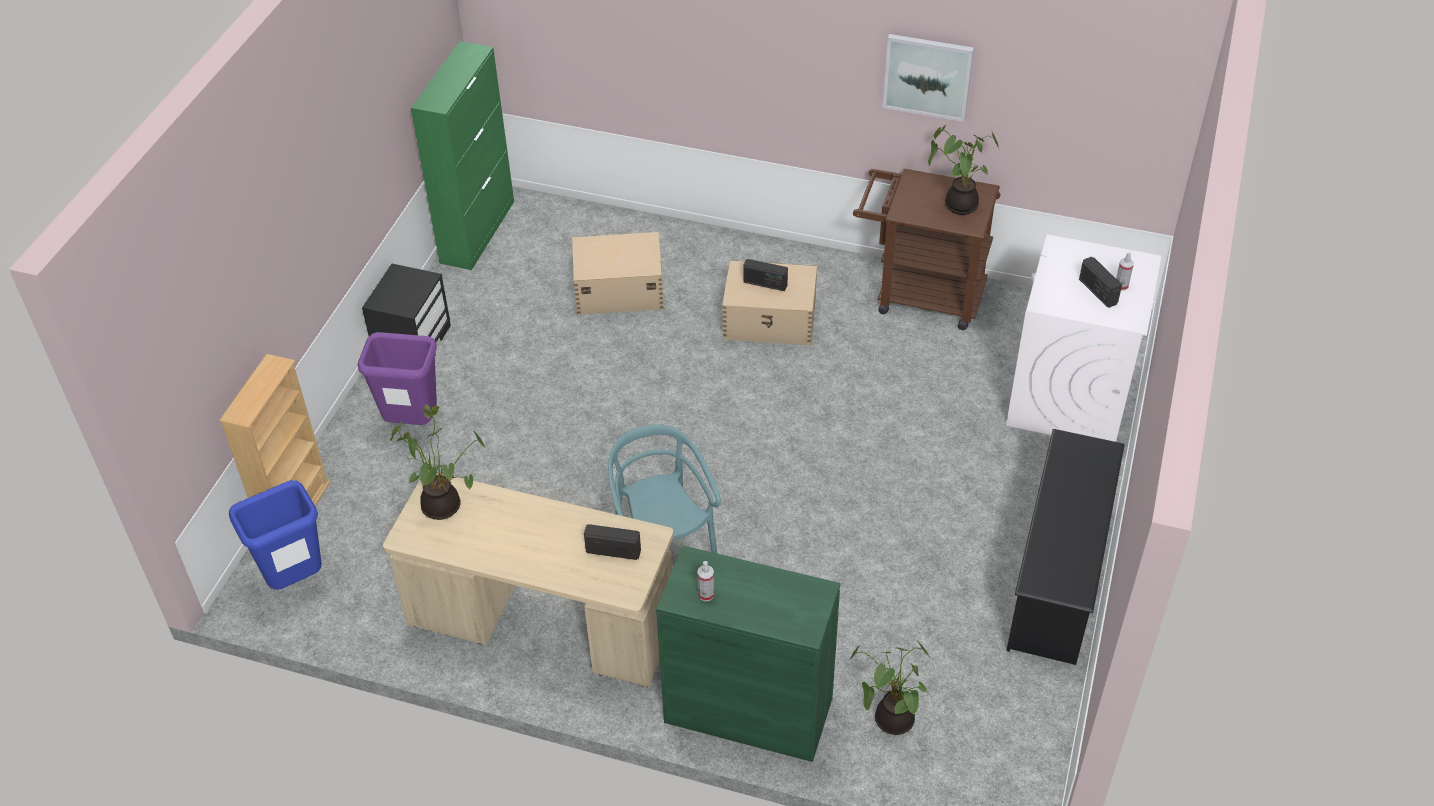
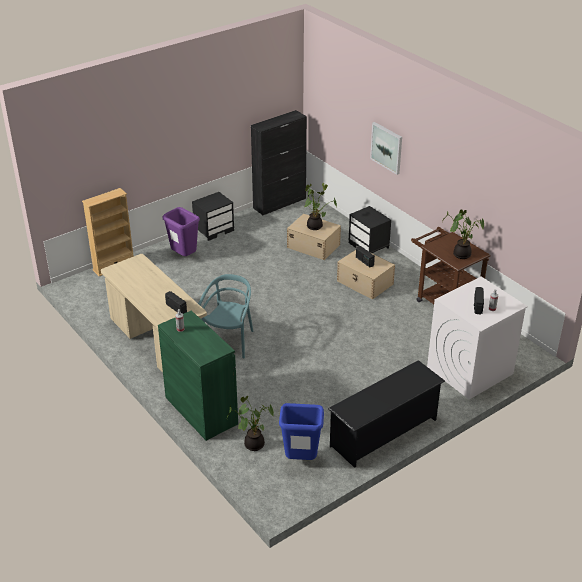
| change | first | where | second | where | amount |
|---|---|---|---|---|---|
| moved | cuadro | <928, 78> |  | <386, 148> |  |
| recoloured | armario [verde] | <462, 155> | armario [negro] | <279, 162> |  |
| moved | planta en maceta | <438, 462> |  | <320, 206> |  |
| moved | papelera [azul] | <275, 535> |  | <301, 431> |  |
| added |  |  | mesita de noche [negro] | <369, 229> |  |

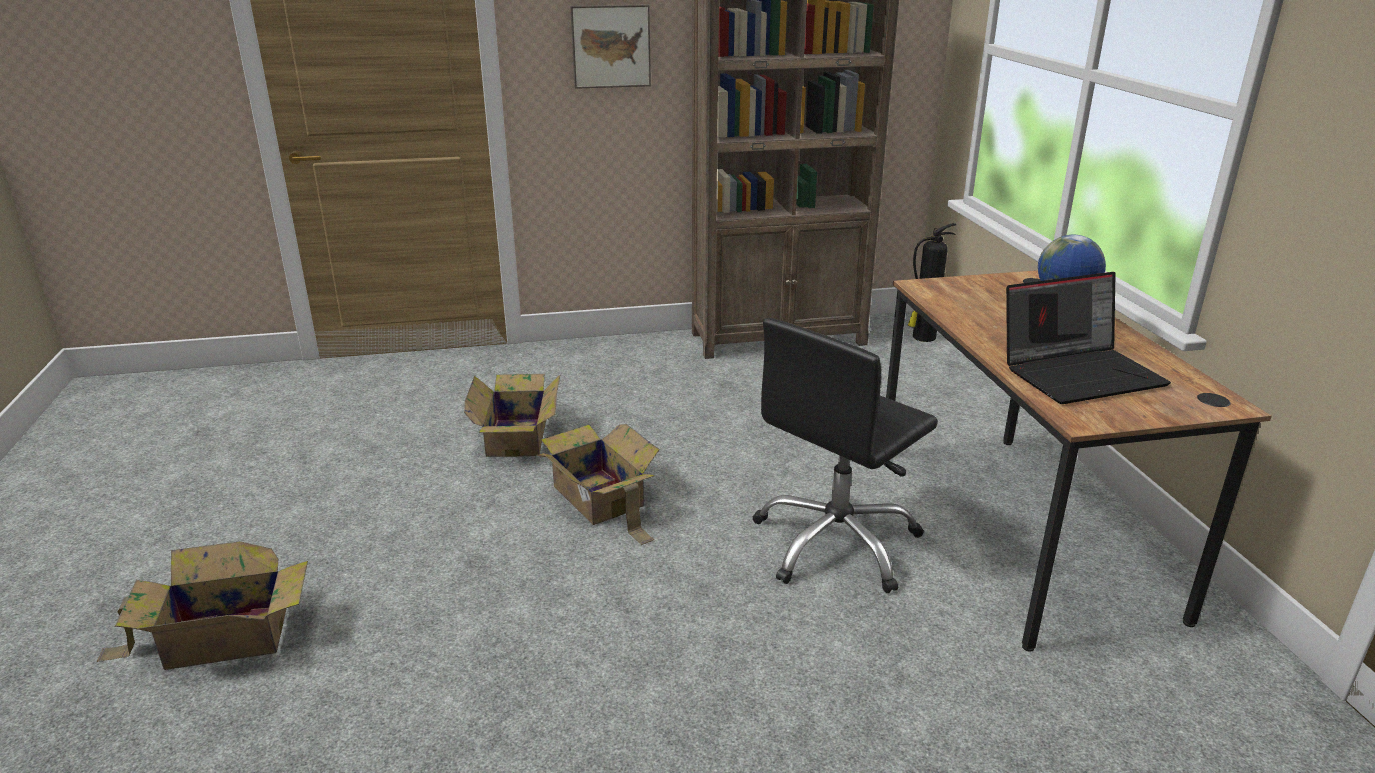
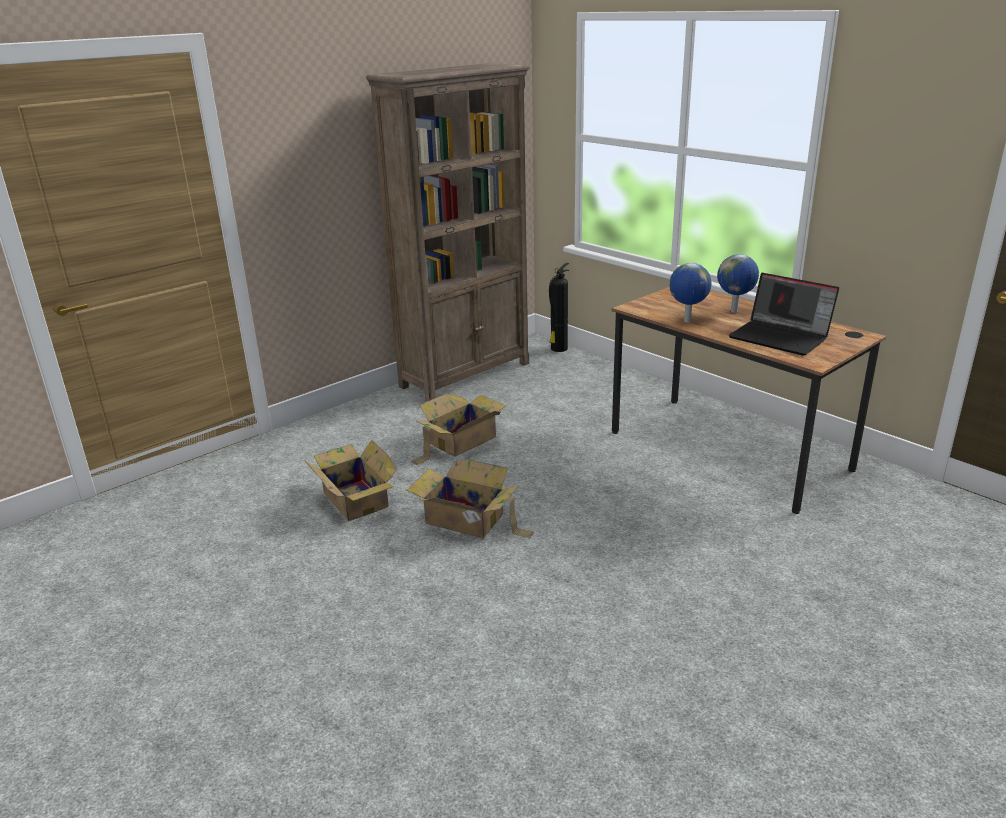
| change | first | where | second | where | amount |
|---|---|---|---|---|---|
| removed | cuadro | <610, 46> |  |  |  |
| turned | portátil | <1088, 338> |  | <783, 314> | 90 degrees clockwise |
| removed | silla de oficina [negro] | <845, 455> |  |  |  |
| moved | caja de cartón | <202, 605> |  | <458, 429> |  |
| added |  |  | globo terráqueo | <690, 293> |  |

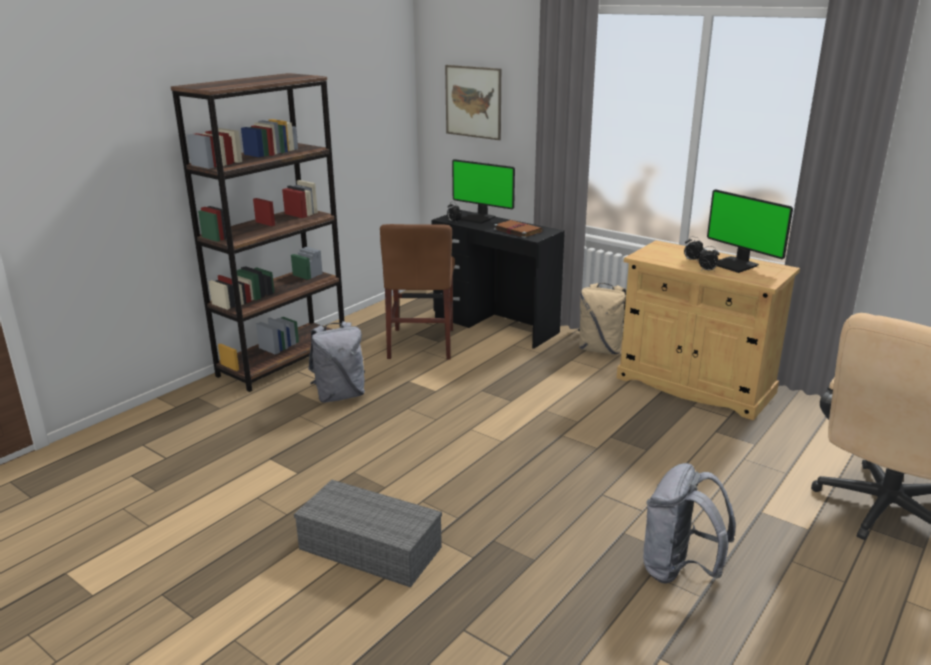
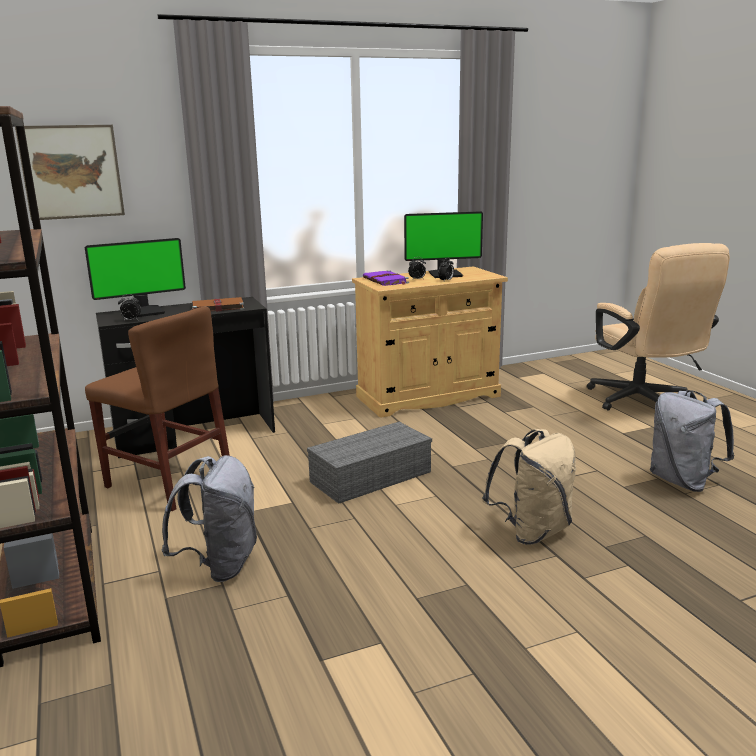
| change | first | where | second | where | amount |
|---|---|---|---|---|---|
| moved | mochila [beis] | <602, 318> |  | <529, 487> |  |
| moved | caja de almacenaje [gris] | <368, 534> |  | <369, 463> |  |
| added |  |  | libro [morado] | <386, 278> |  |

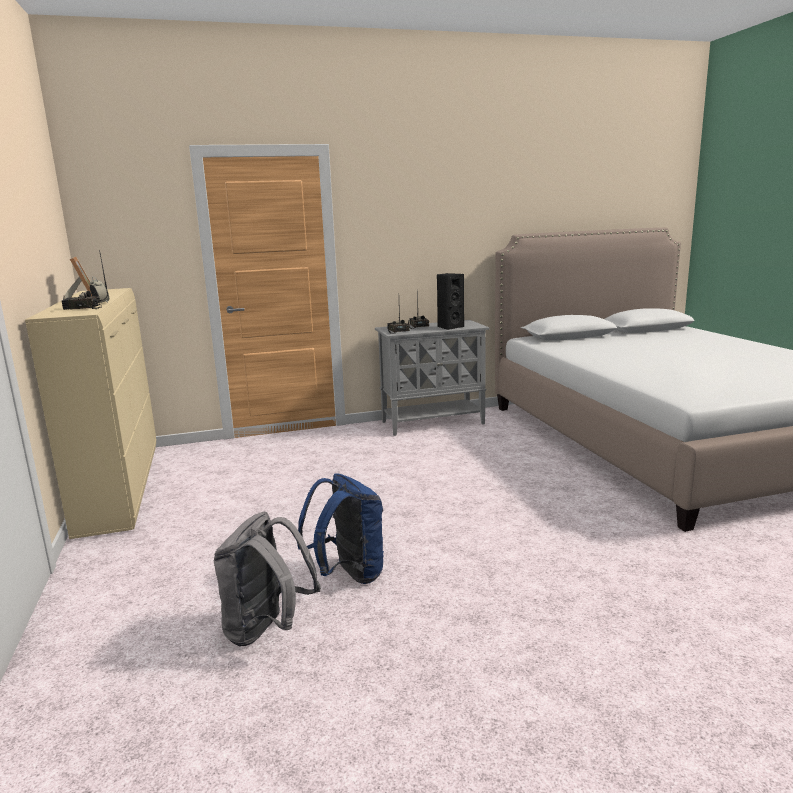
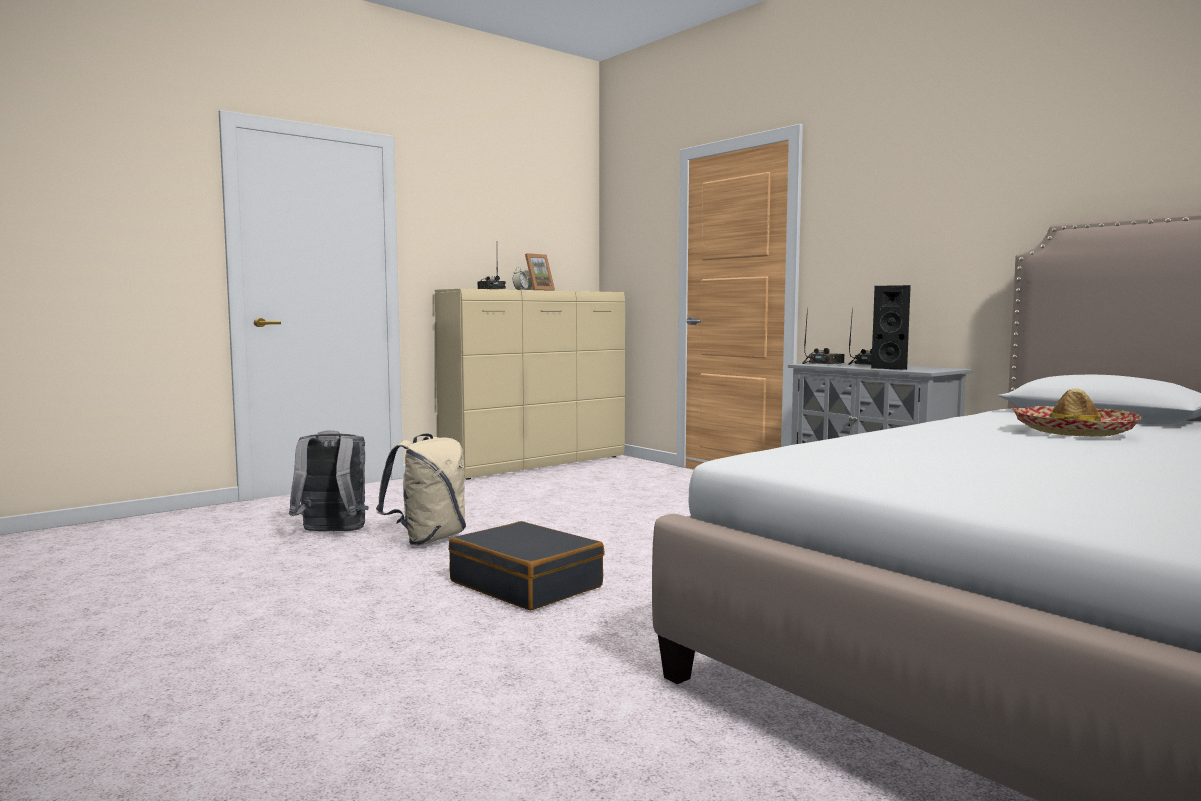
| change | first | where | second | where | amount |
|---|---|---|---|---|---|
| recoloured | mochila [azul] | <340, 528> | mochila [beis] | <421, 489> |  |
| added |  |  | sombrero | <1076, 413> |  |
| added |  |  | maleta [negro] | <527, 565> |  |

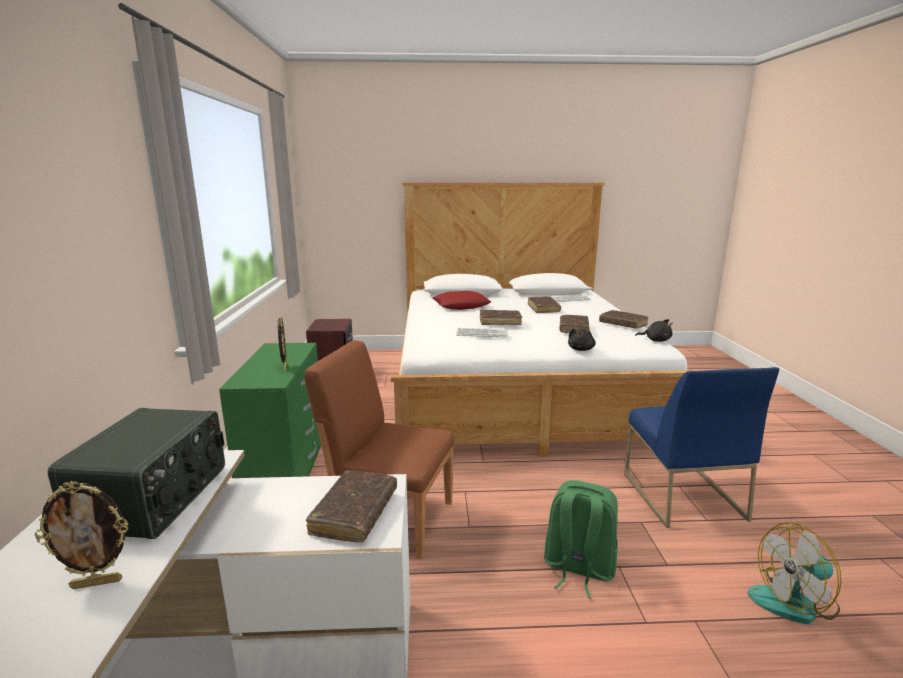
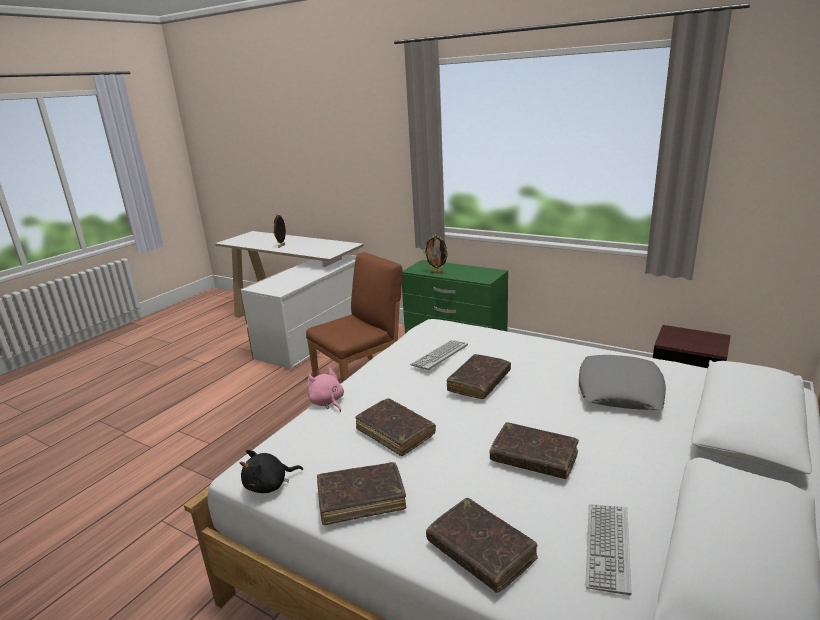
| change | first | where | second | where | amount |
|---|---|---|---|---|---|
| recoloured | cojín [rojo] | <462, 300> | cojín [gris] | <622, 382> |  |
| recoloured | peluche [negro] | <582, 339> | peluche [rosa] | <325, 389> |  |
| removed | silla [azul] | <702, 447> |  |  |  |
| removed | radio | <136, 473> |  |  |  |
| moved | libro [marrón] | <351, 506> |  | <482, 545> |  |
| removed | mochila [verde] | <581, 539> |  |  |  |
| removed | ventilador | <795, 573> |  |  |  |

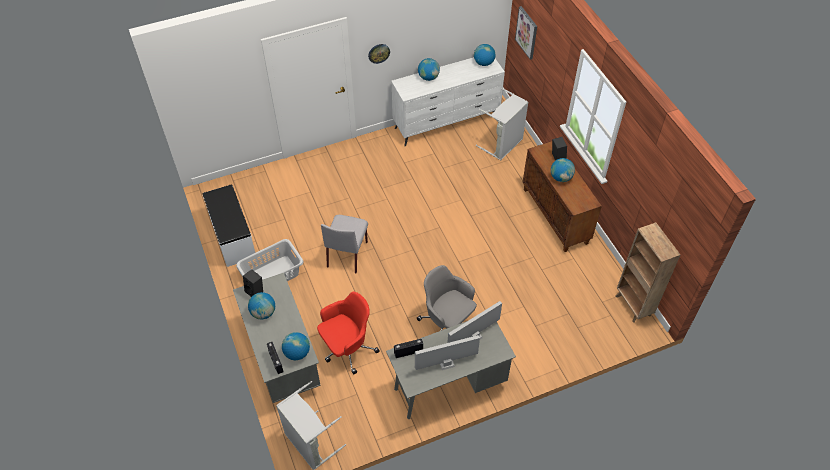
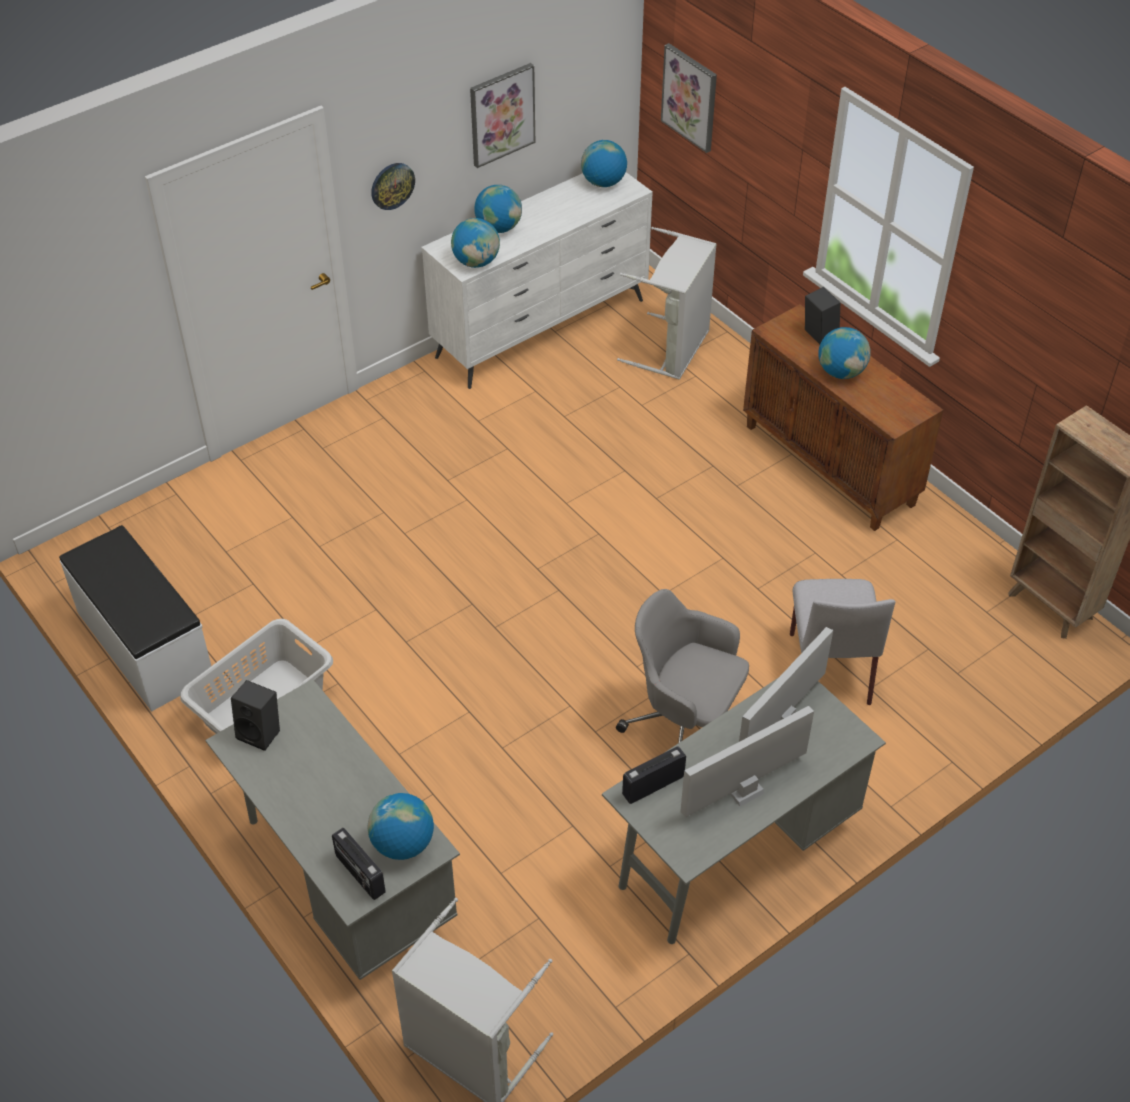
| change | first | where | second | where | amount |
|---|---|---|---|---|---|
| moved | silla [gris] | <344, 244> |  | <843, 642> |  |
| moved | globo terráqueo | <261, 305> |  | <475, 243> |  |
| removed | silla de oficina [rojo] | <348, 333> |  |  |  |
| added |  |  | cuadro | <502, 115> |  |

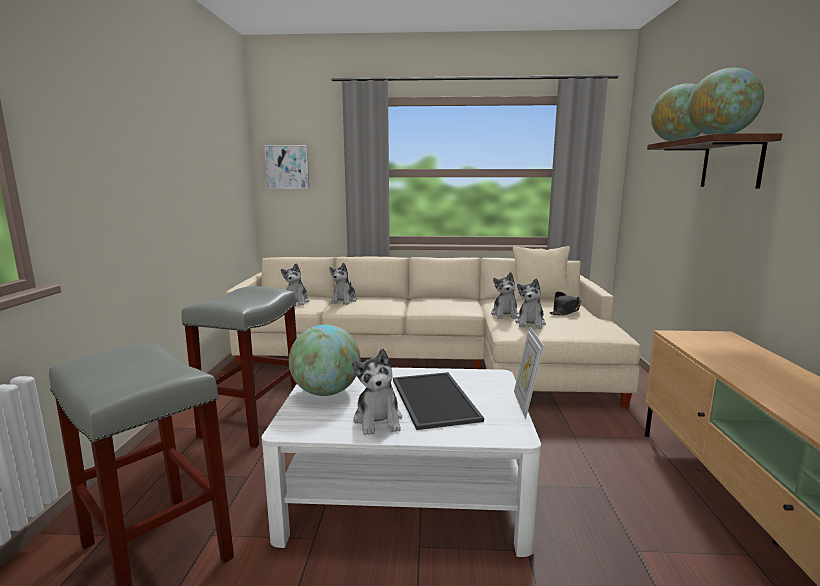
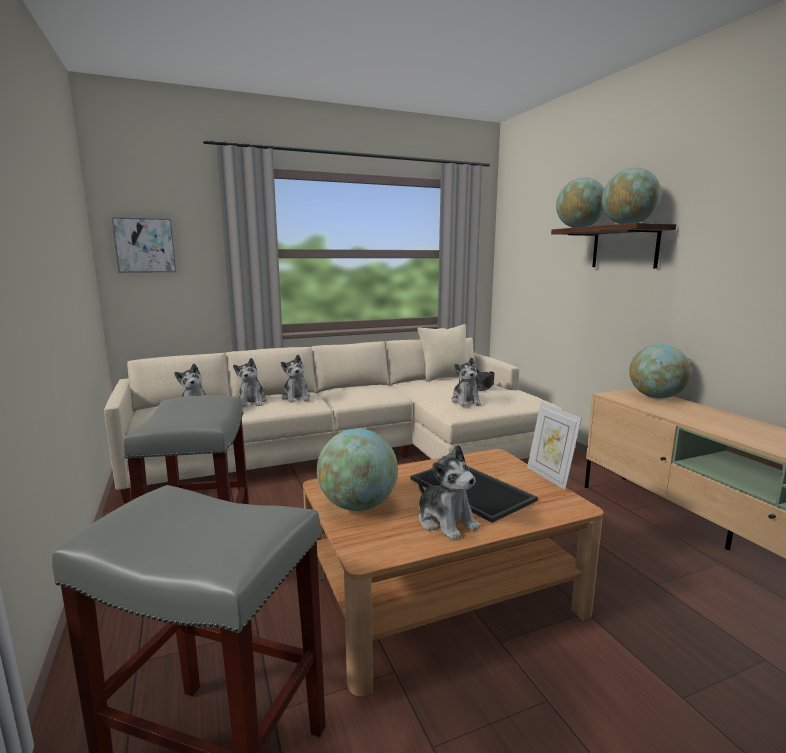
| change | first | where | second | where | amount |
|---|---|---|---|---|---|
| moved | peluche | <505, 295> |  | <295, 379> |  |
| recoloured | mesa de centro [blanco] | <401, 462> | mesa de centro [marrón] | <453, 573> |  |
| added |  |  | globo terráqueo | <660, 371> |  |

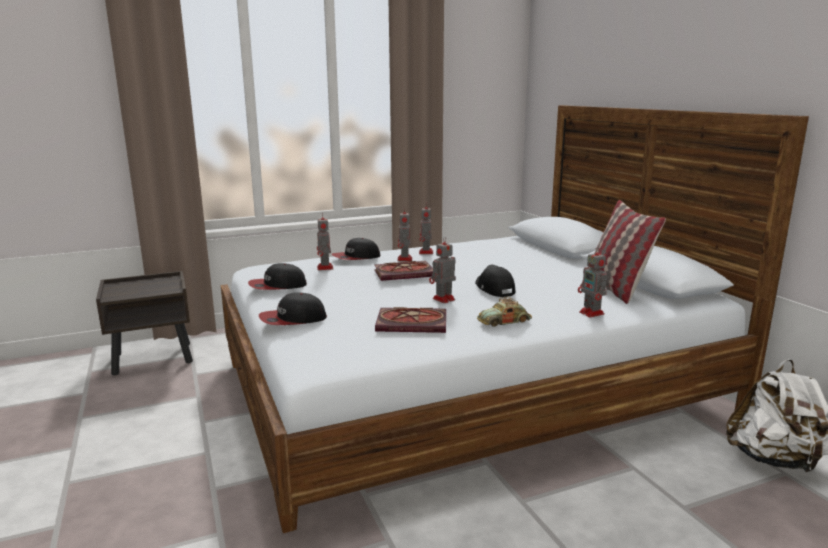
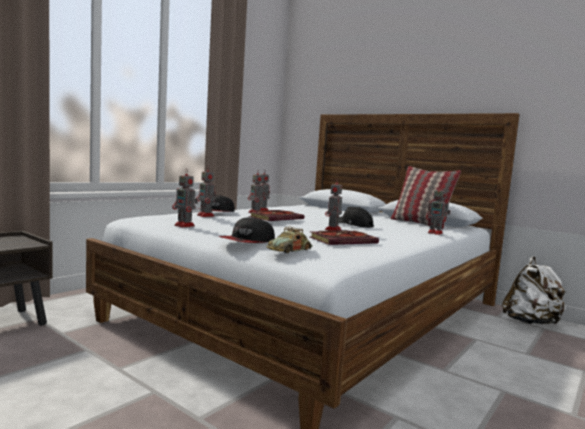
| change | first | where | second | where | amount |
|---|---|---|---|---|---|
| replaced | gorra | <277, 276> | robot de juguete | <185, 198> |  |
| moved | coche de juguete | <504, 312> |  | <289, 240> |  |

